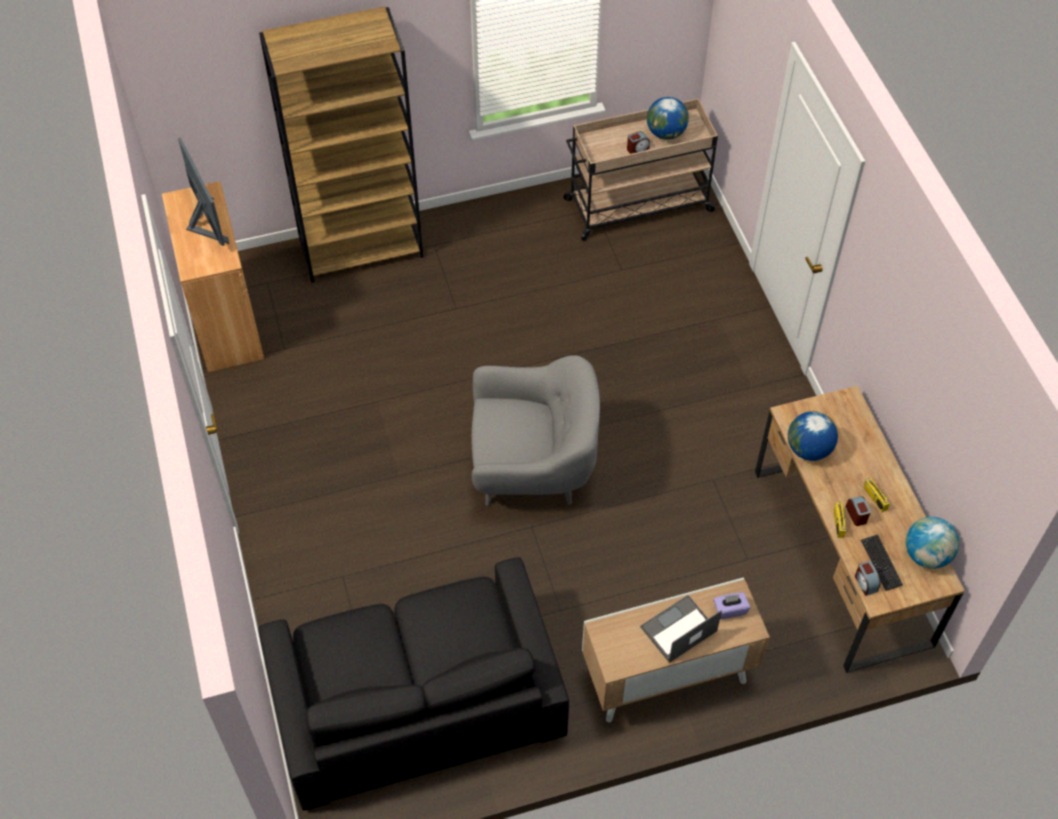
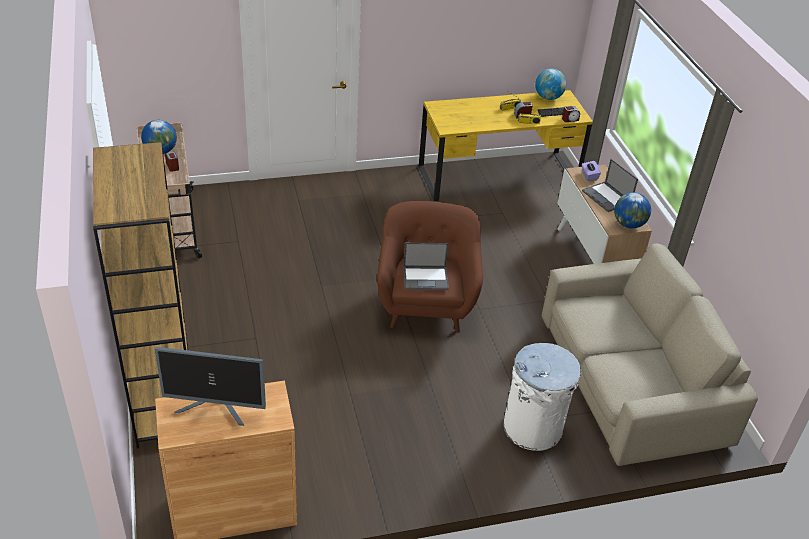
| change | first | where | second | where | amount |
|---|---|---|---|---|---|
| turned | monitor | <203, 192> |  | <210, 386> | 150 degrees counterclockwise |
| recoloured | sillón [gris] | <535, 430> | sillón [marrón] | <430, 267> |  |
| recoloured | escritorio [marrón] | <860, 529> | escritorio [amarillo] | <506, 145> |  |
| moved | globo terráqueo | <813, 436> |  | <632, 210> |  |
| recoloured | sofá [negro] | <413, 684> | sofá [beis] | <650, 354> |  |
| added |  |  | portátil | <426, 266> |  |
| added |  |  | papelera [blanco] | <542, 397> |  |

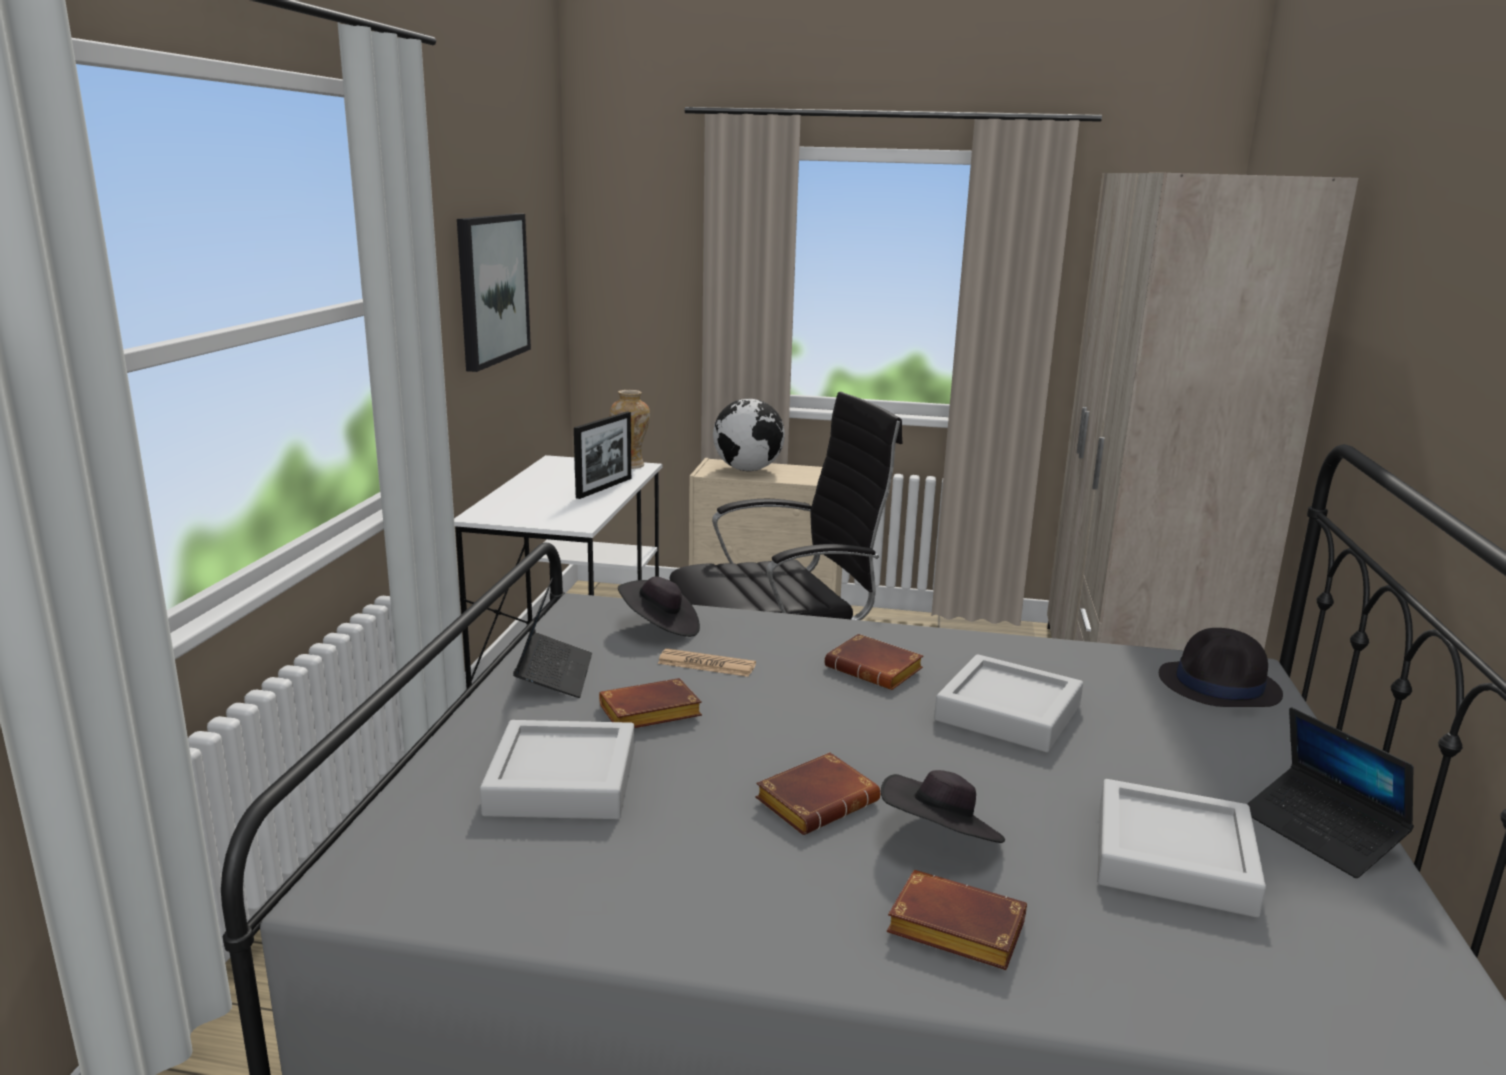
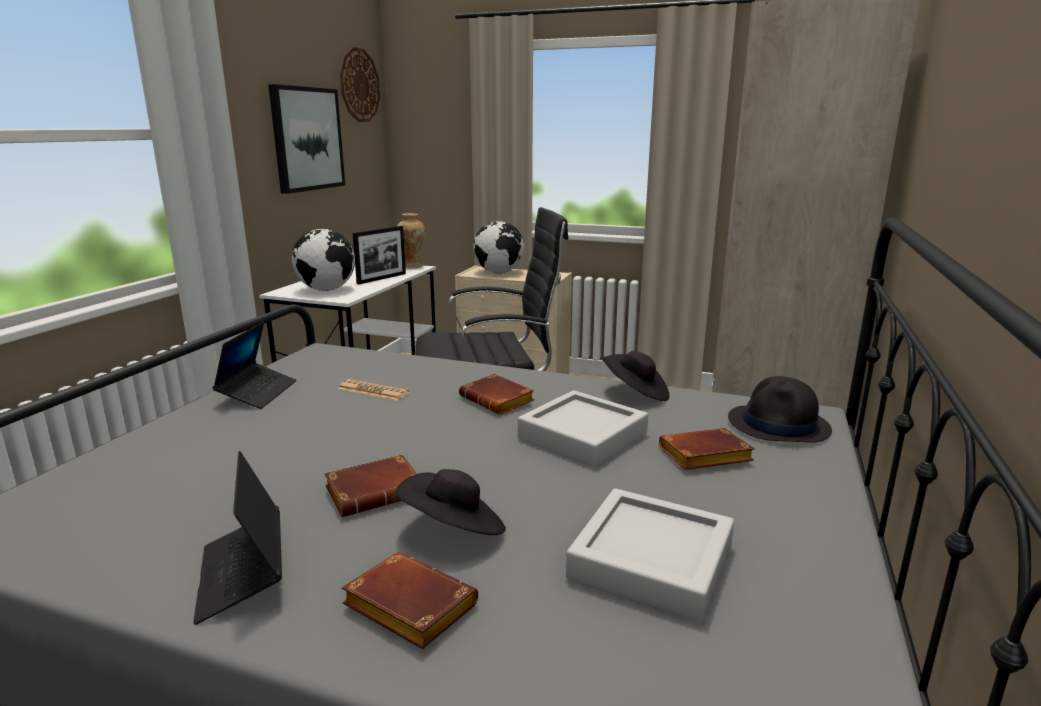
| change | first | where | second | where | amount |
|---|---|---|---|---|---|
| moved | sombrero [negro] | <659, 606> |  | <635, 376> |  |
| moved | libro [marrón] | <650, 703> |  | <707, 449> |  |
| moved | portátil | <1330, 792> |  | <237, 538> |  |
| removed | bandeja [gris] | <557, 770> |  |  |  |
| added |  |  | reloj de pared | <360, 84> |  |
| added |  |  | globo terráqueo | <323, 260> |  |

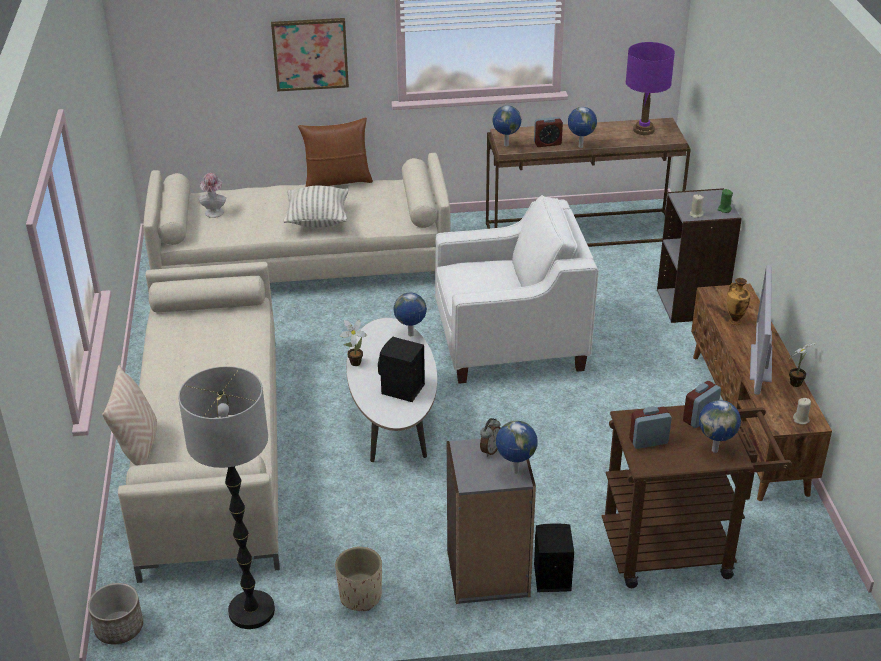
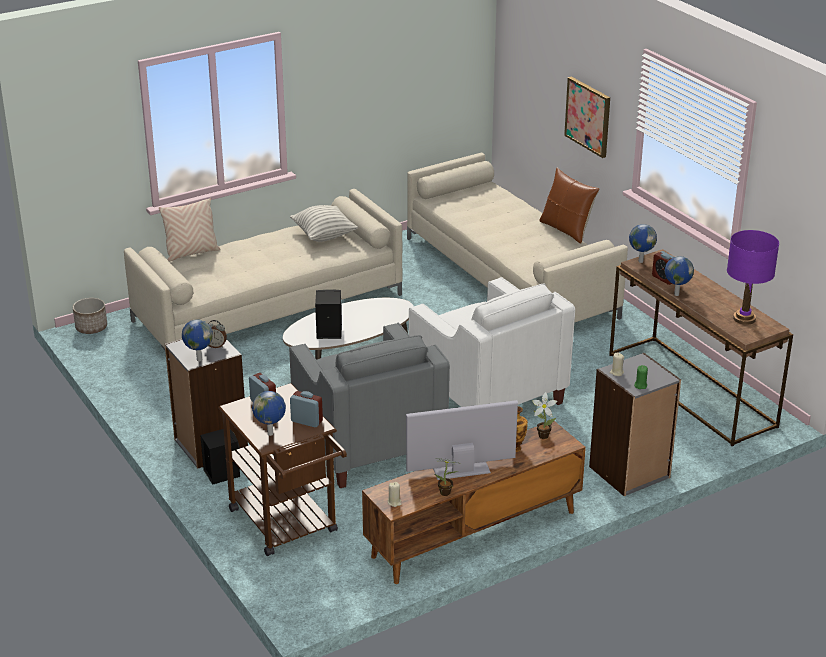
| change | first | where | second | where | amount |
|---|---|---|---|---|---|
| removed | sombrero | <212, 195> |  |  |  |
| moved | cojín | <315, 206> |  | <324, 223> |  |
| removed | globo terráqueo | <410, 314> |  |  |  |
| moved | planta en maceta | <354, 343> |  | <544, 415> |  |
| removed | lámpara de pie | <226, 497> |  |  |  |
| removed | maceta [beis] | <358, 579> |  |  |  |
| added |  |  | sillón [gris] | <369, 405> |  |

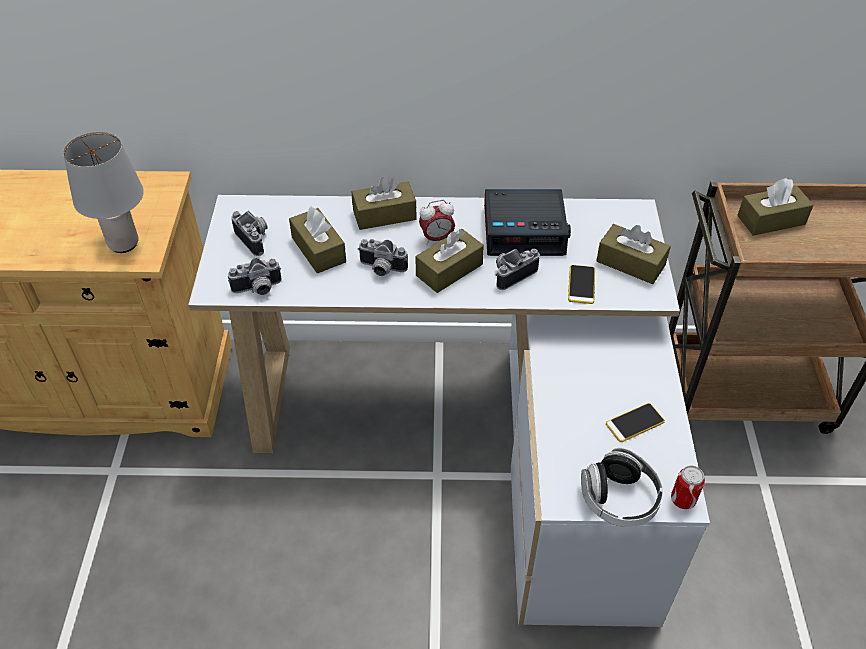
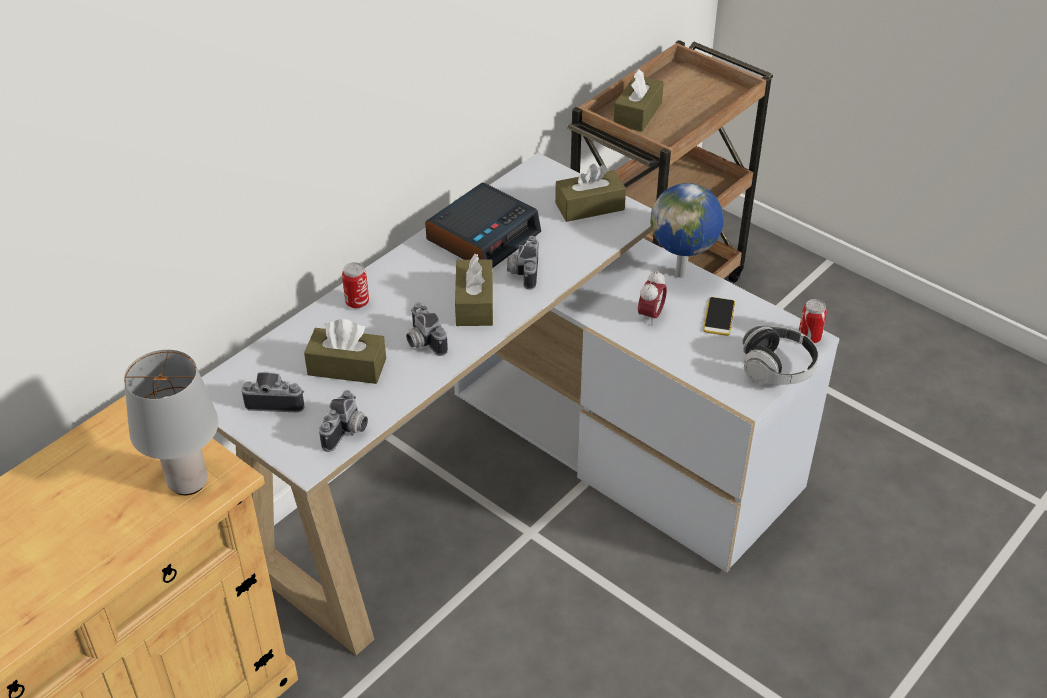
| change | first | where | second | where | amount |
|---|---|---|---|---|---|
| replaced | caja de pañuelos [marrón] | <384, 203> | lata | <355, 285> |  |
| moved | despertador | <437, 222> |  | <652, 298> |  |
| turned | cámara | <383, 257> |  | <427, 329> | 90 degrees clockwise |
| removed | móvil | <581, 284> |  |  |  |
| added |  |  | globo terráqueo | <687, 230> |  |

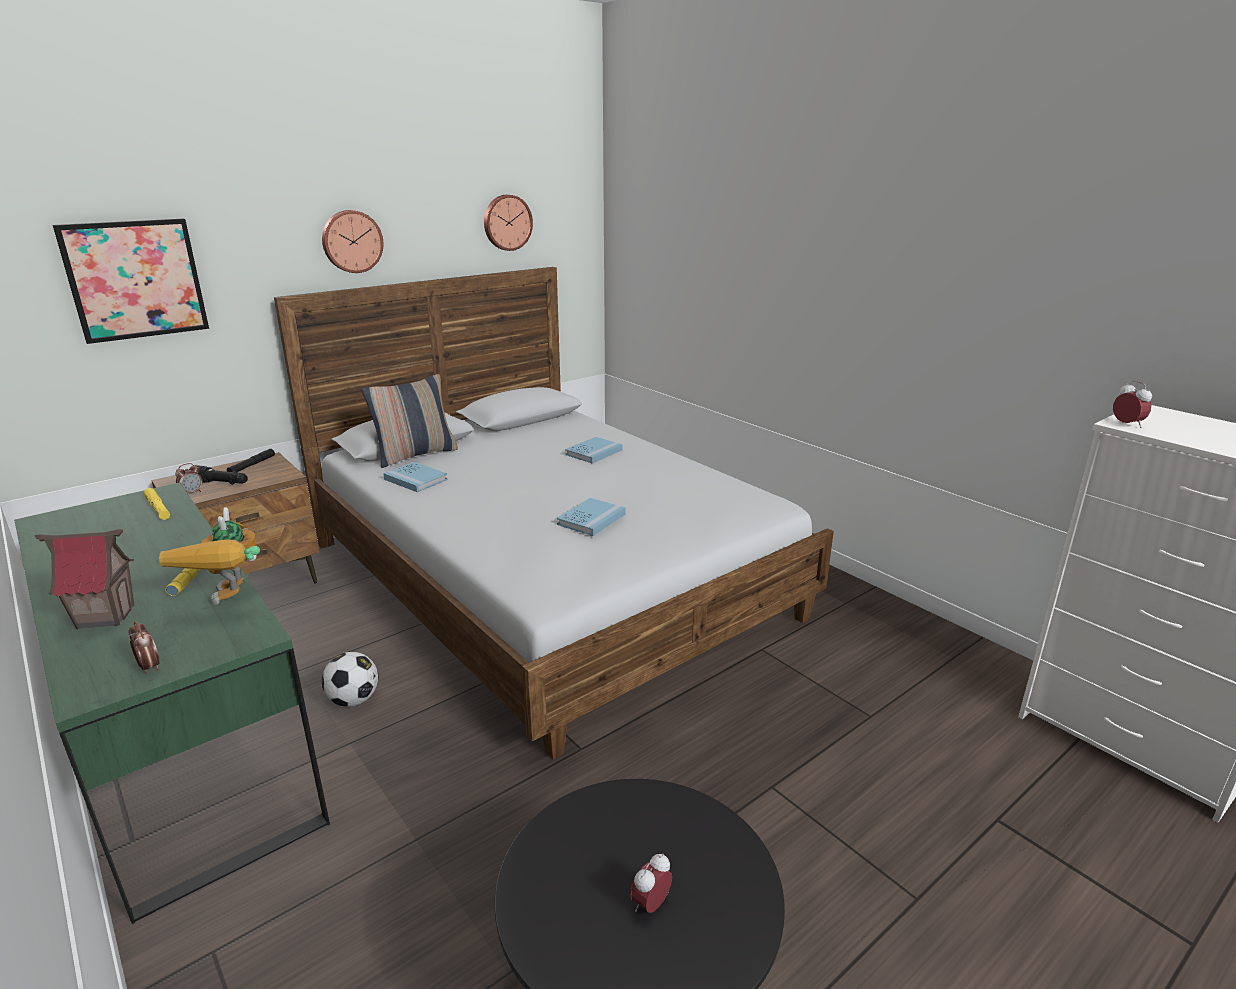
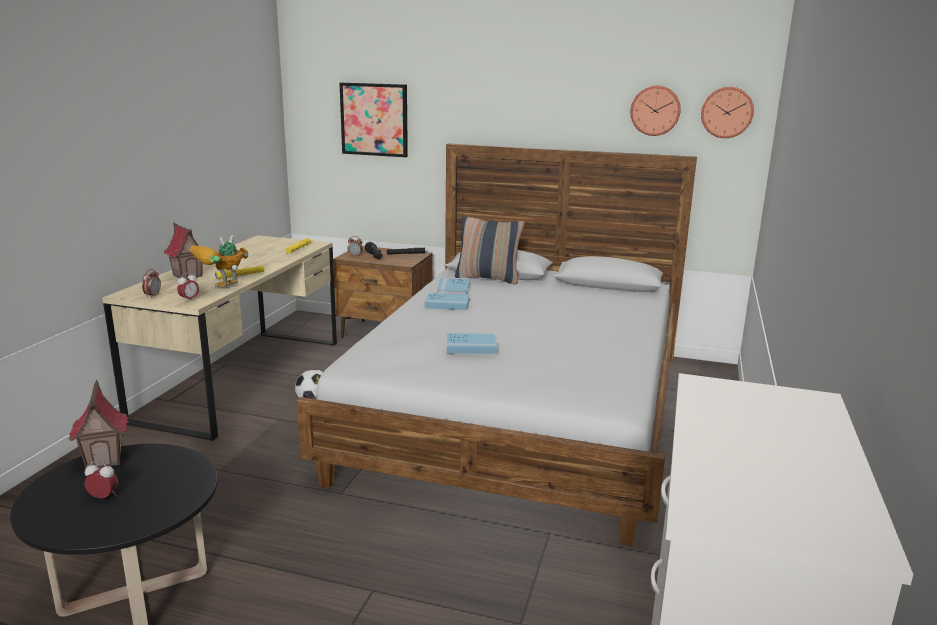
| change | first | where | second | where | amount |
|---|---|---|---|---|---|
| moved | reloj de pared | <353, 241> |  | <727, 112> |  |
| moved | despertador | <1132, 404> |  | <188, 287> |  |
| moved | libro [azul] | <594, 450> |  | <446, 301> |  |
| recoloured | escritorio [verde] | <172, 703> | escritorio [beis] | <219, 338> |  |
| added |  |  | casita | <98, 424> |  |

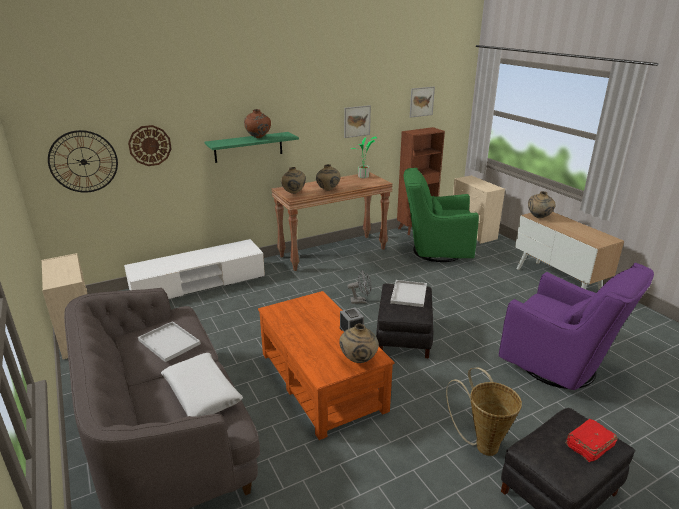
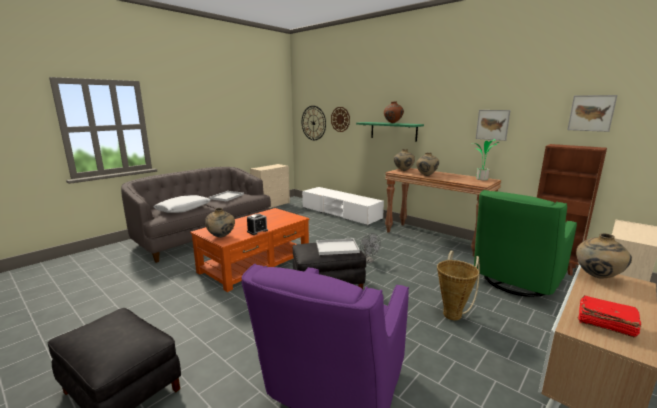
| change | first | where | second | where | amount |
|---|---|---|---|---|---|
| turned | sillón [verde] | <441, 215> |  | <525, 243> | 120 degrees counterclockwise |
| moved | cesta | <484, 411> |  | <458, 286> |  |
| moved | libro [rojo] | <591, 440> |  | <609, 316> |  |

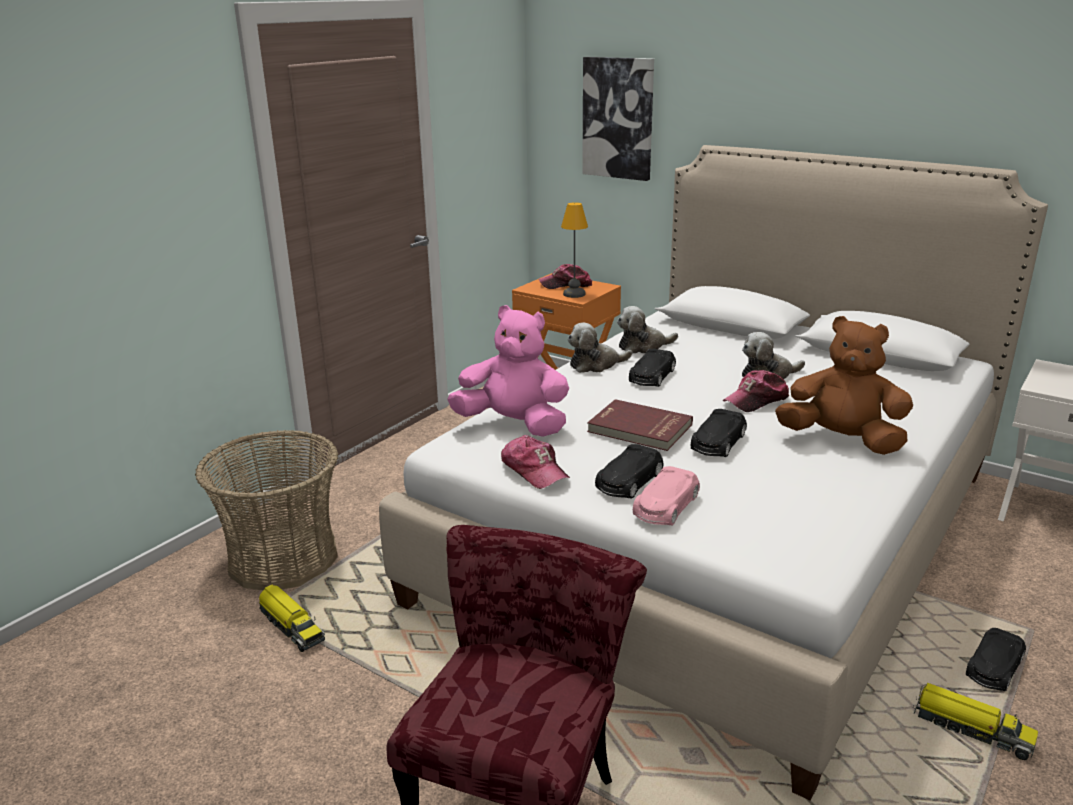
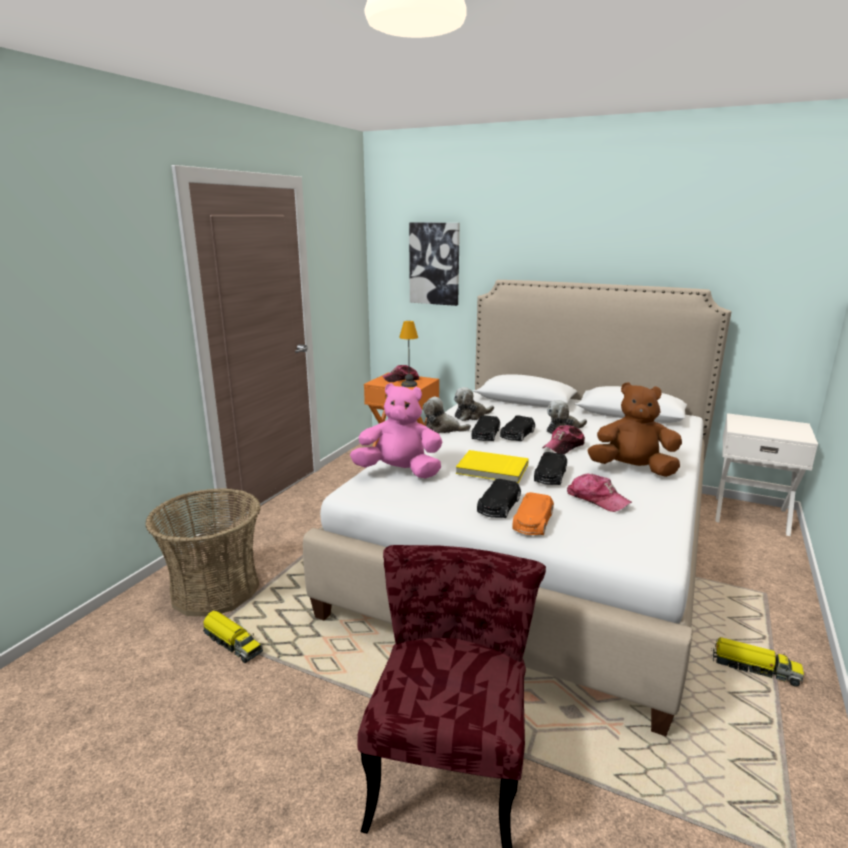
| change | first | where | second | where | amount |
|---|---|---|---|---|---|
| turned | peluche | <599, 348> |  | <447, 415> | 45 degrees clockwise |
| recoloured | libro [rojo] | <640, 425> | libro [amarillo] | <492, 466> |  |
| moved | gorra | <535, 462> |  | <599, 493> |  |
| recoloured | coche de juguete [rosa] | <666, 495> | coche de juguete [naranja] | <533, 513> |  |
| moved | coche de juguete [negro] | <996, 659> |  | <517, 428> |  |

